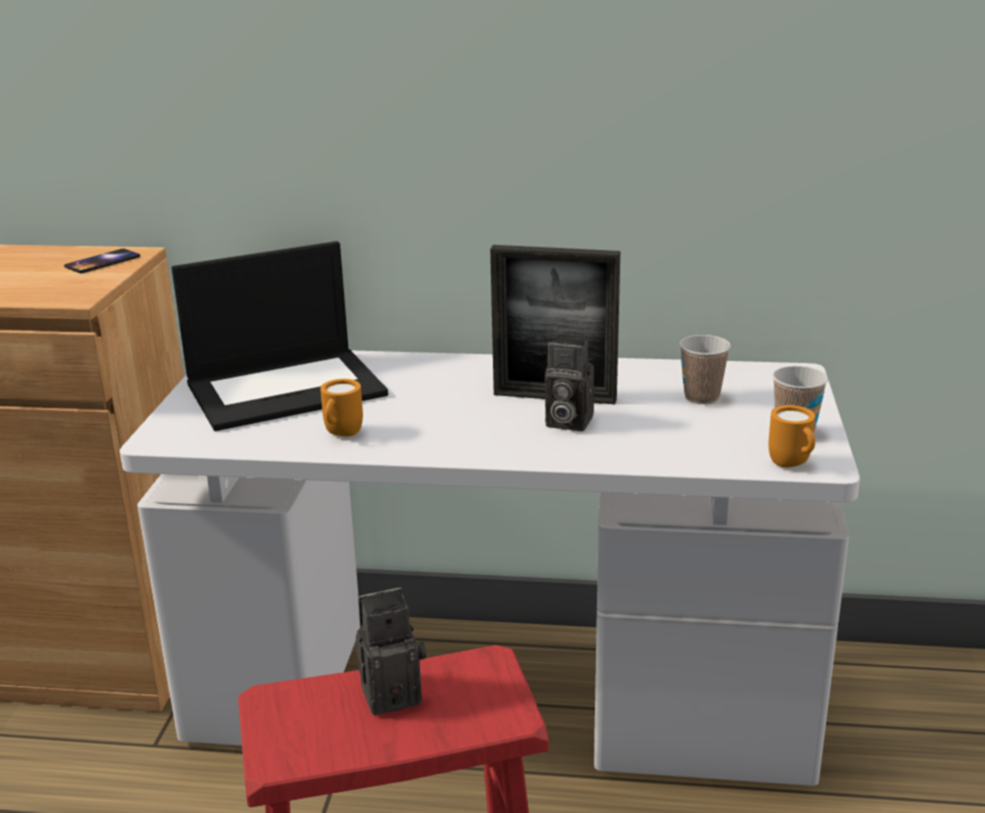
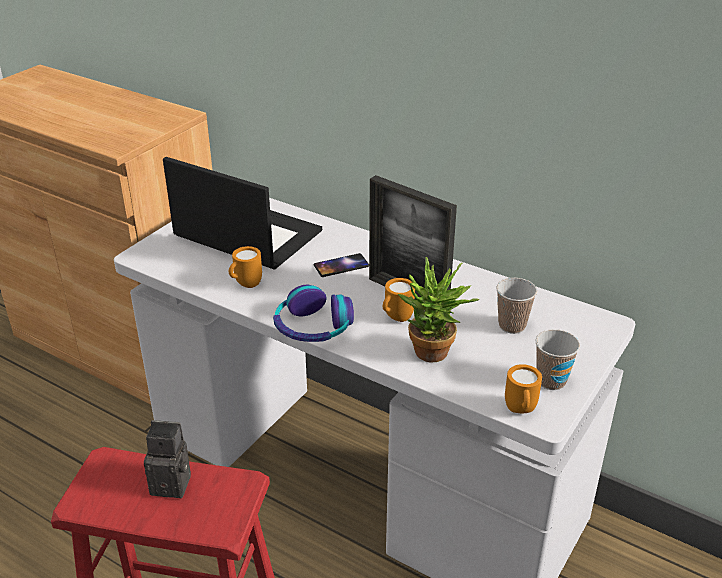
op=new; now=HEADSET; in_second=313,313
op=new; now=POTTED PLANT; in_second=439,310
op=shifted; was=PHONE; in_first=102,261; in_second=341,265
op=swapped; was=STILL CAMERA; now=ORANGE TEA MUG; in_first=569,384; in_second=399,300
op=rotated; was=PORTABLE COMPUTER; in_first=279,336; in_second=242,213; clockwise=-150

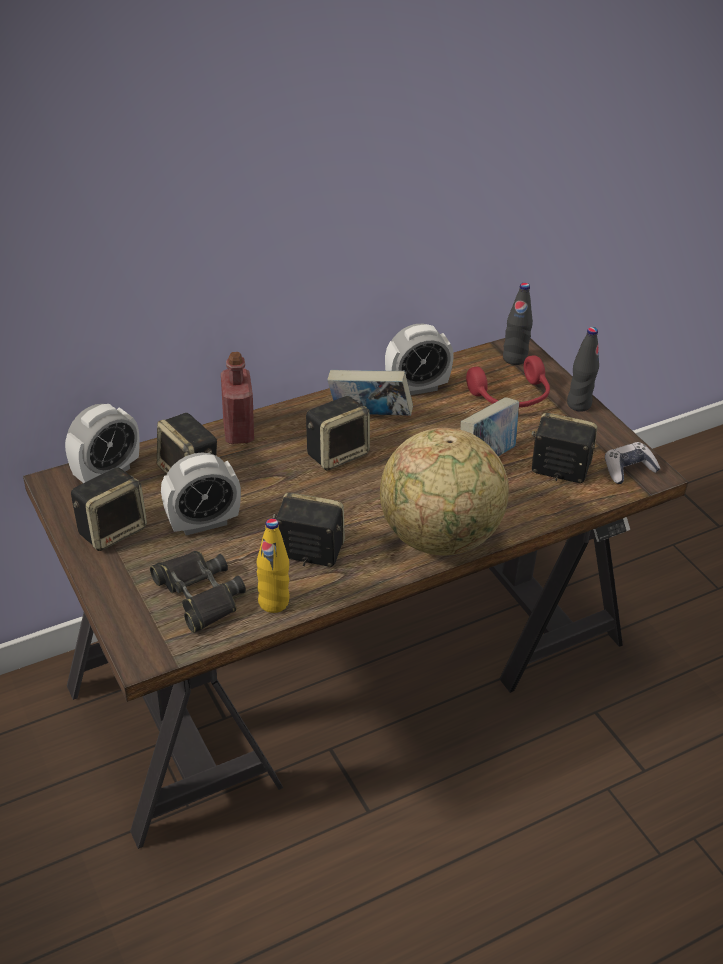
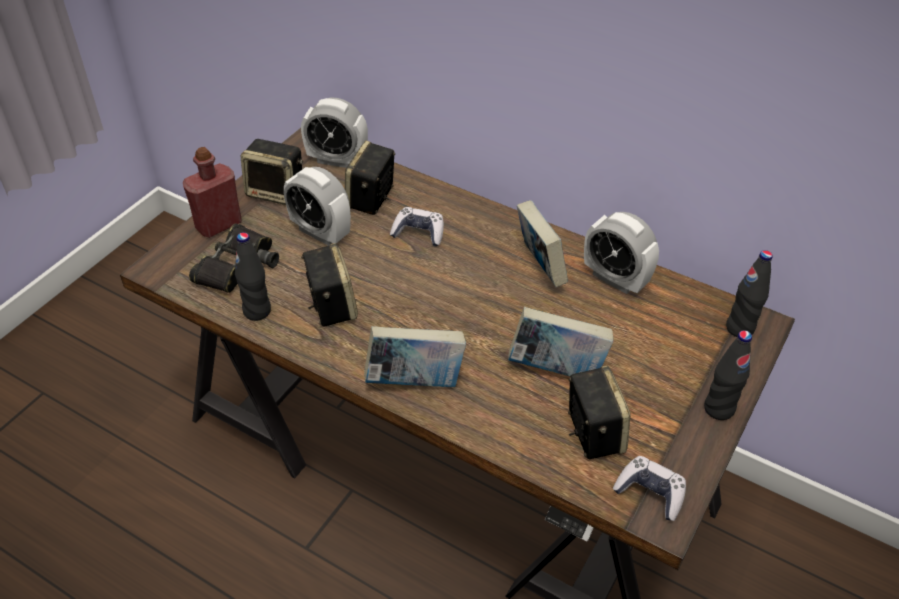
op=gone; was=AUDIO SPEAKER; in_first=338,433
op=gone; was=REDDISH HEADSET; in_first=508,381
op=new; now=GAME CONTROLLER; in_second=417,226
op=shifted; was=REDDISH BOTTLE; in_first=237,398; in_second=212,192
op=swapped; was=GLOBE; now=BOUND BOOK; in_first=444,492; in_second=415,356
op=repainted; was=YELLOW BOTTLE; now=BLACKISH BOTTLE; in_first=273,565; in_second=253,276

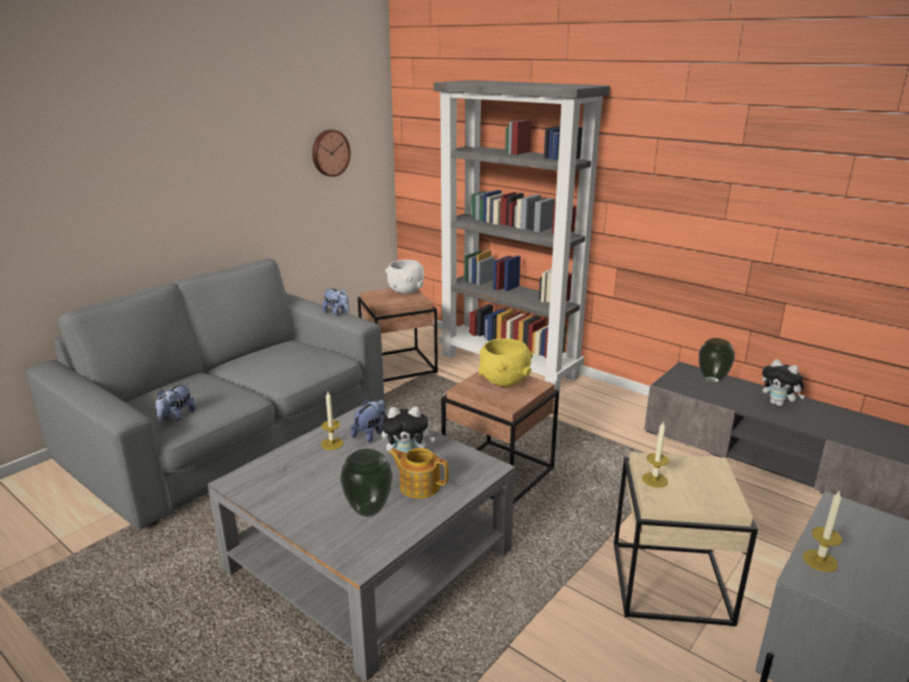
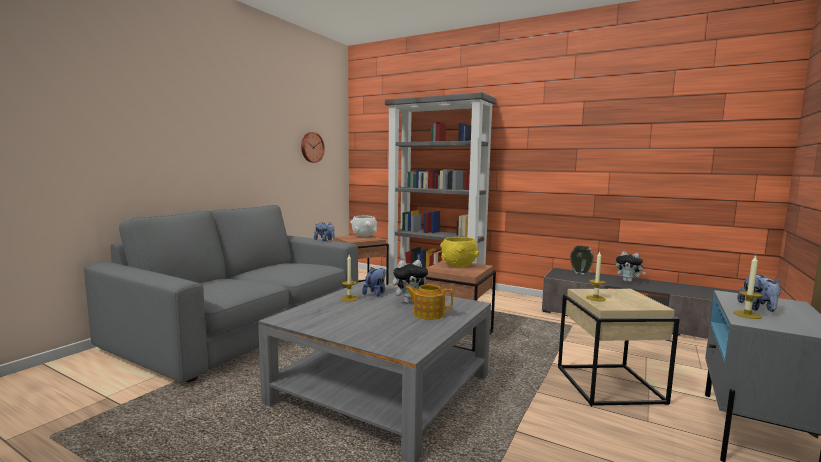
op=gone; was=DECORATIVE VASE; in_first=366,483
op=shifted; was=CUDDLY TOY; in_first=175,403; in_second=759,293

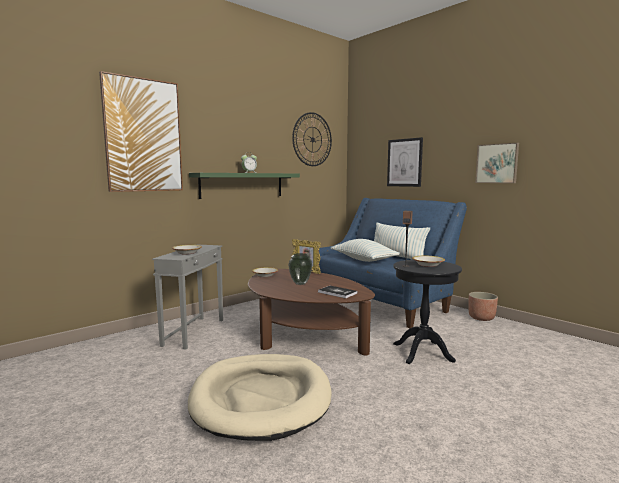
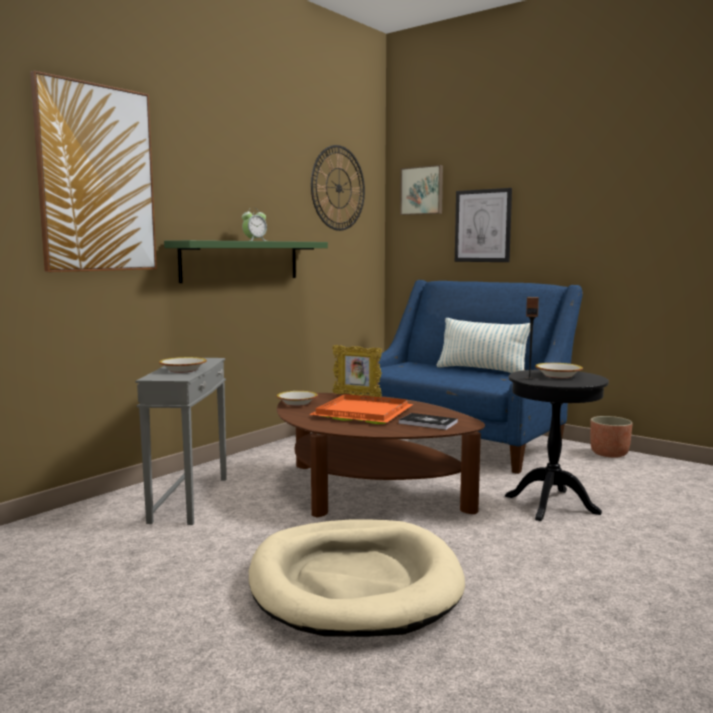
op=gone; was=CUSHION; in_first=365,250
op=shifted; was=PICTURE; in_first=497,163; in_second=421,190
op=swapped; was=DECORATIVE VASE; now=ORANGE TRAY; in_first=300,269; in_second=361,409

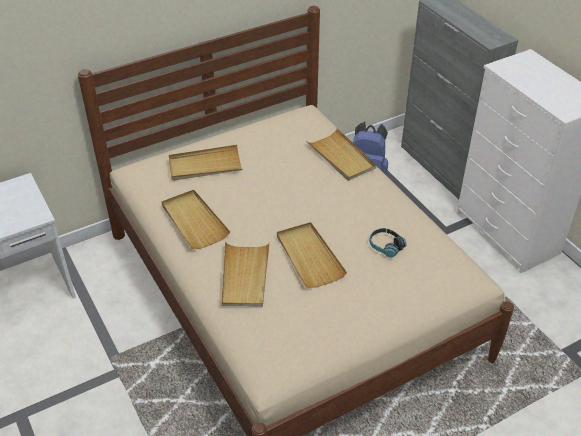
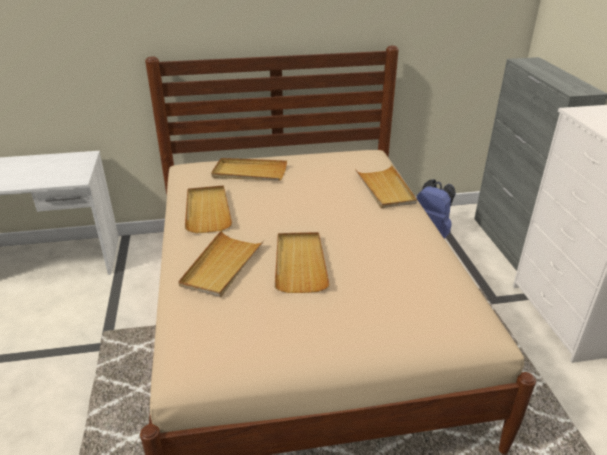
op=gone; was=HEADSET; in_first=388,243

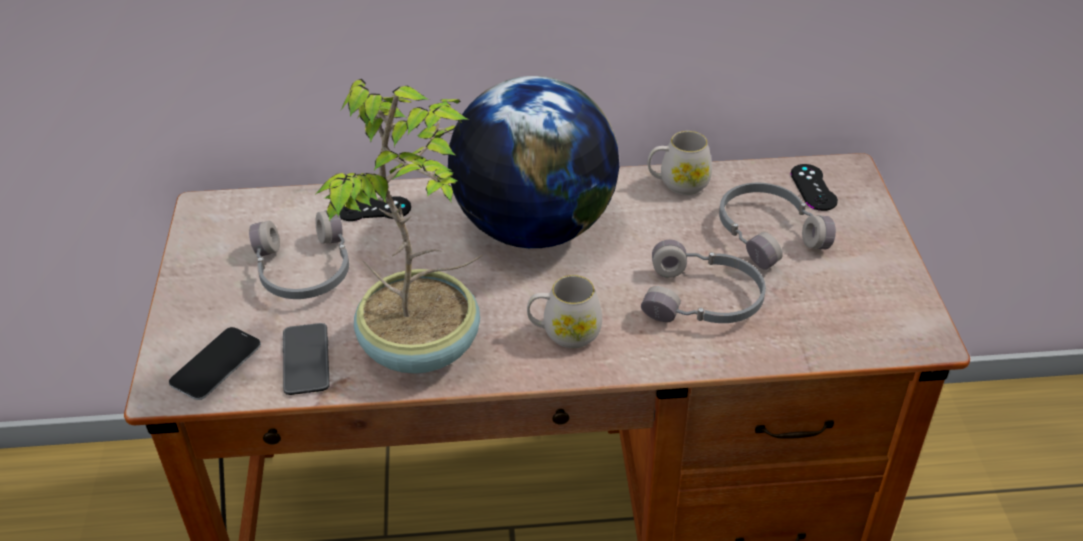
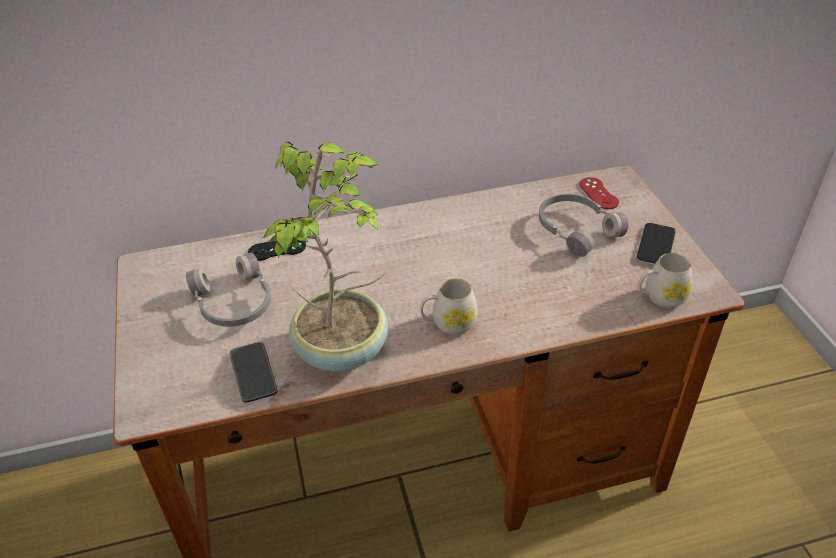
op=gone; was=GLOBE; in_first=533,162
op=gone; was=GRAY HEADSET; in_first=703,281
op=shifted; was=PHONE; in_first=215,363; in_second=656,244
op=shifted; was=WHITE TEA MUG; in_first=680,163; in_second=665,280
op=repainted; was=BLACKISH GAME CONTROLLER; now=REDDISH GAME CONTROLLER; in_first=814,187; in_second=599,193

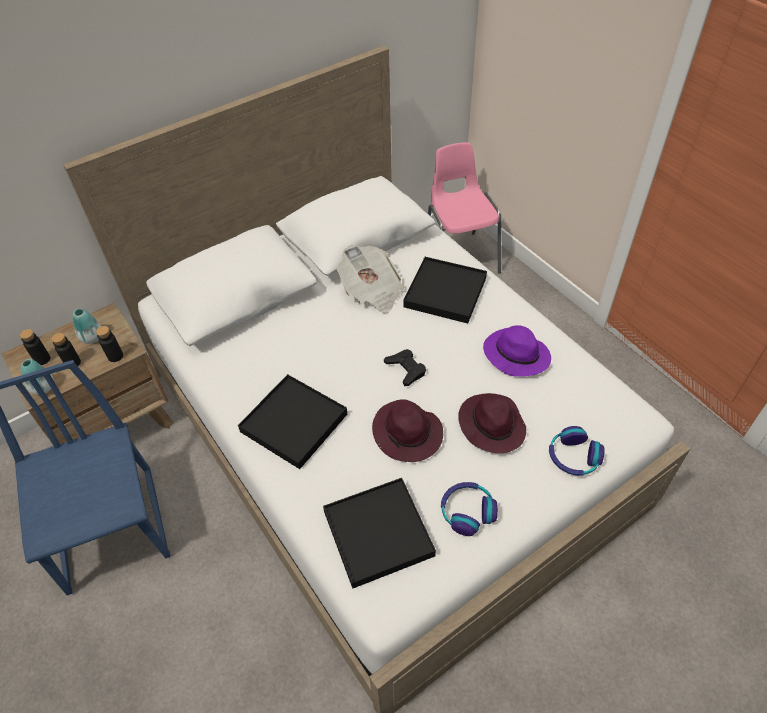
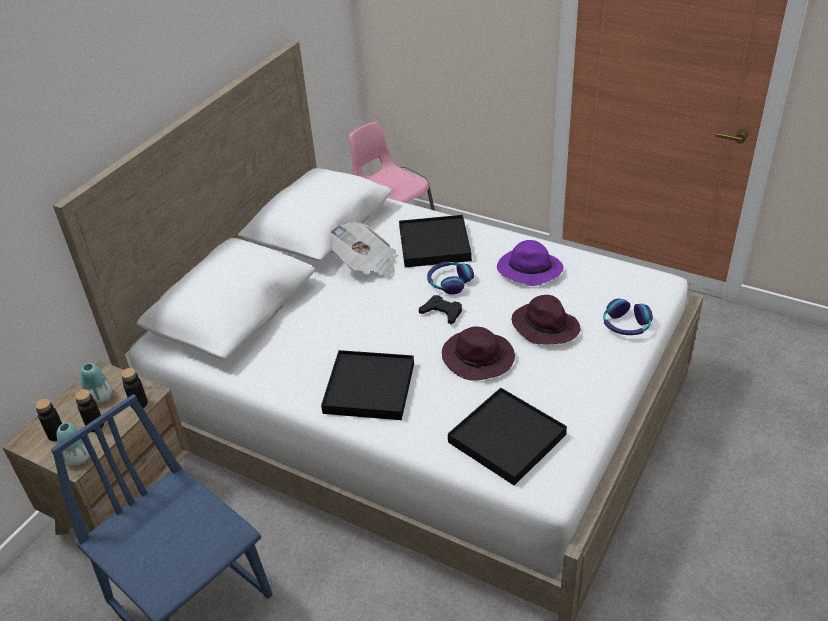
op=shifted; was=HEADSET; in_first=469,509; in_second=450,278

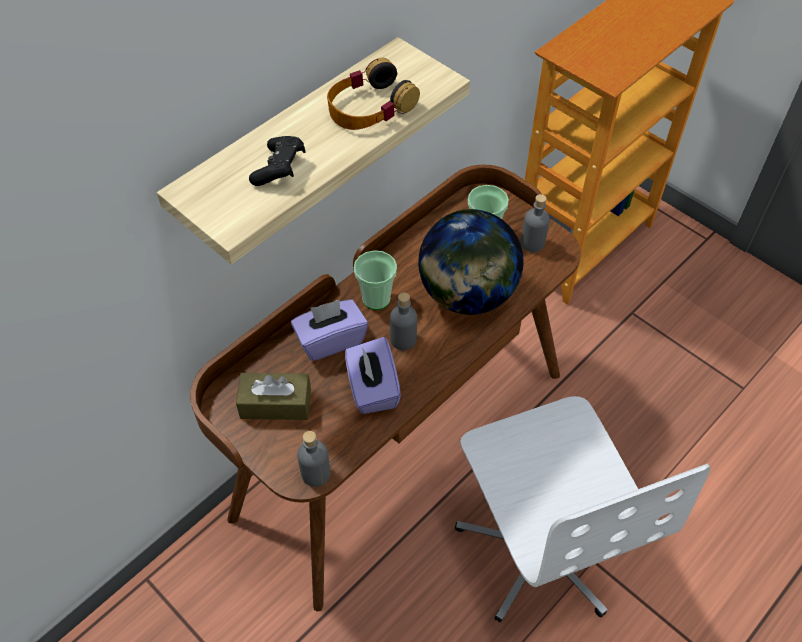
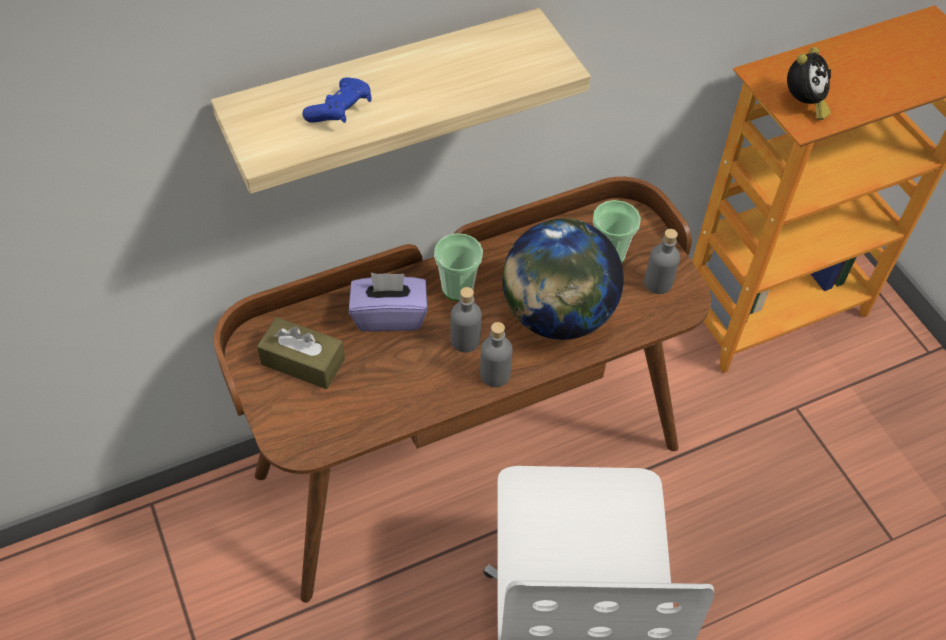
op=gone; was=HEADSET; in_first=373,94
op=gone; was=PURPLE-COLOURED TISSUE HOLDER; in_first=373,375
op=new; now=BEDSIDE CLOCK; in_second=809,83
op=shifted; was=GRAY BOTTLE; in_first=313,459; in_second=496,354
op=repainted; was=BLACKISH GAME CONTROLLER; now=BLUE-COLOURED GAME CONTROLLER; in_first=277,161; in_second=336,100

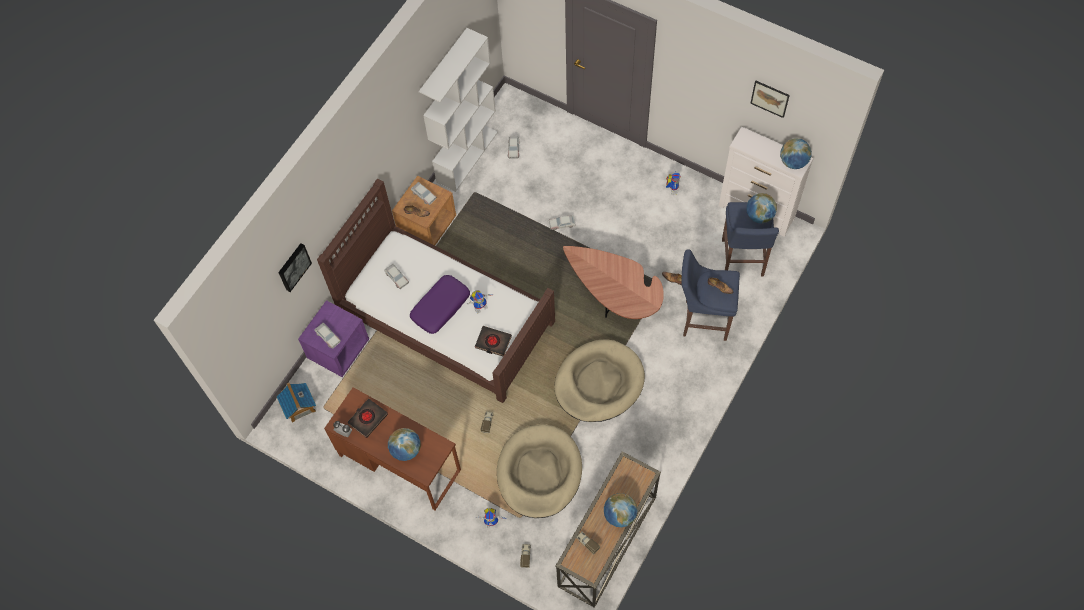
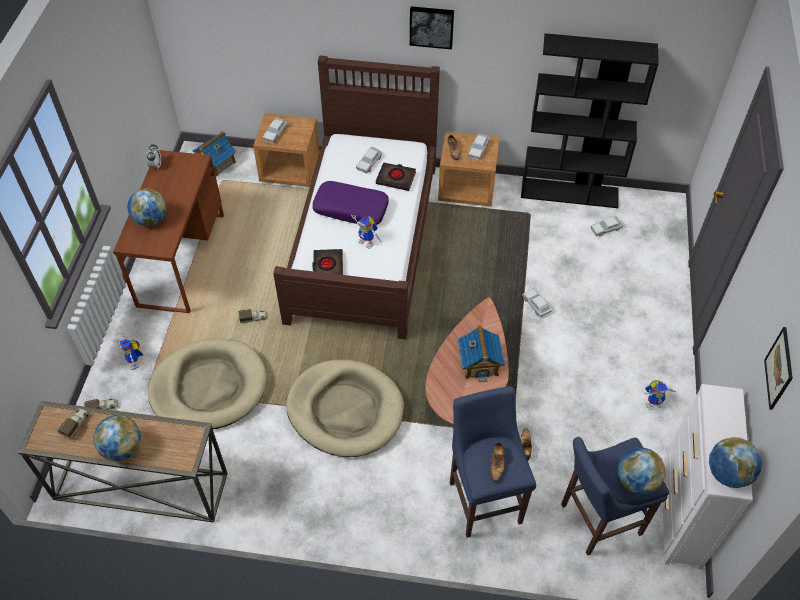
op=new; now=TOY HOUSE; in_second=481,353
op=shifted; was=PICTURE; in_first=295,267; in_second=432,27
op=shifted; was=BLACKISH BOUND BOOK; in_first=367,418; in_second=396,176
op=repainted; was=PURPLE-COLOURED NIGHT TABLE; now=BROWN-COLOURED NIGHT TABLE; in_first=333,338; in_second=286,150
op=repainted; was=WHITE BOOKSHELF; now=BLACKISH BOOKSHELF; in_first=458,110; in_second=590,120

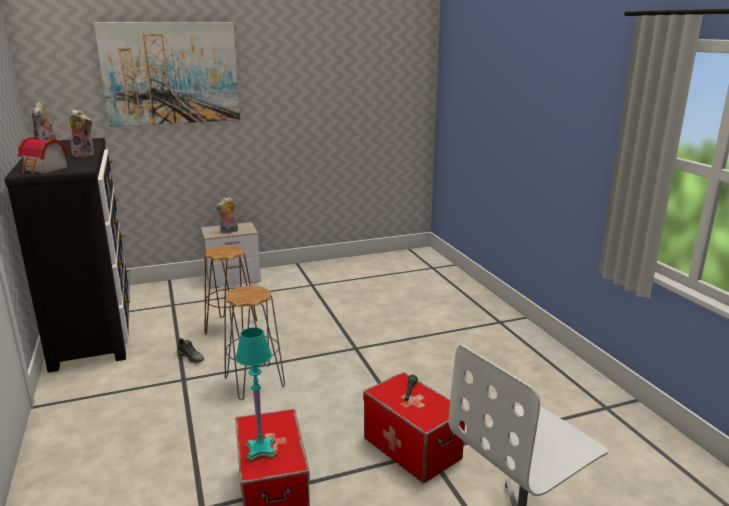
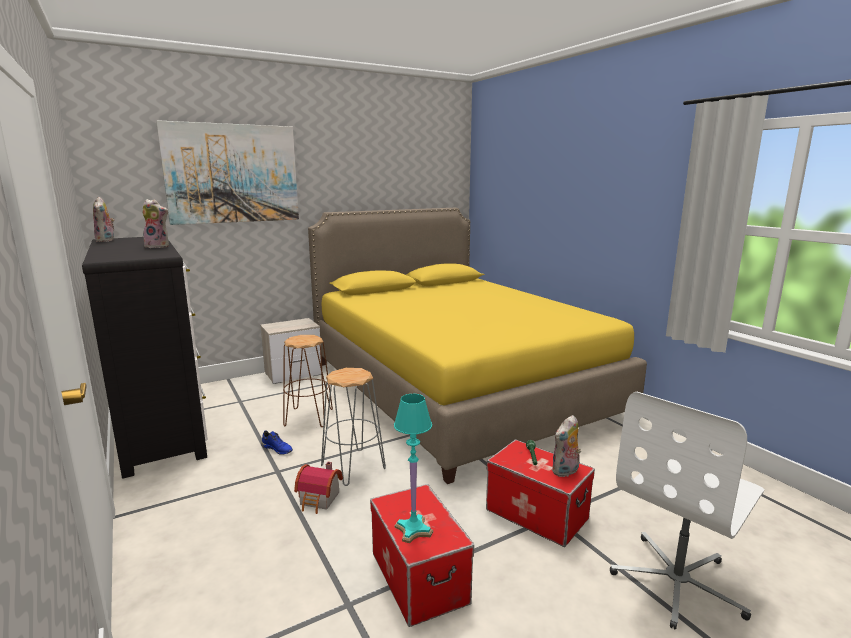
op=new; now=YELLOW BEDROOM BED; in_second=477,346
op=shifted; was=TOY HOUSE; in_first=43,155; in_second=318,488
op=shifted; was=CUDDLY TOY; in_first=226,215; in_second=566,446
op=repainted; was=GRAY ITEM OF FOOTWEAR; now=BLUE-COLOURED ITEM OF FOOTWEAR; in_first=190,350; in_second=277,443

